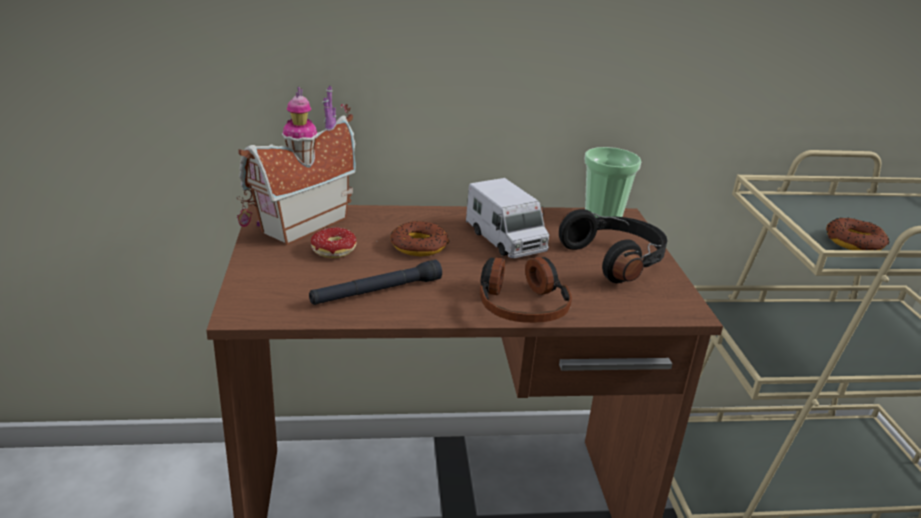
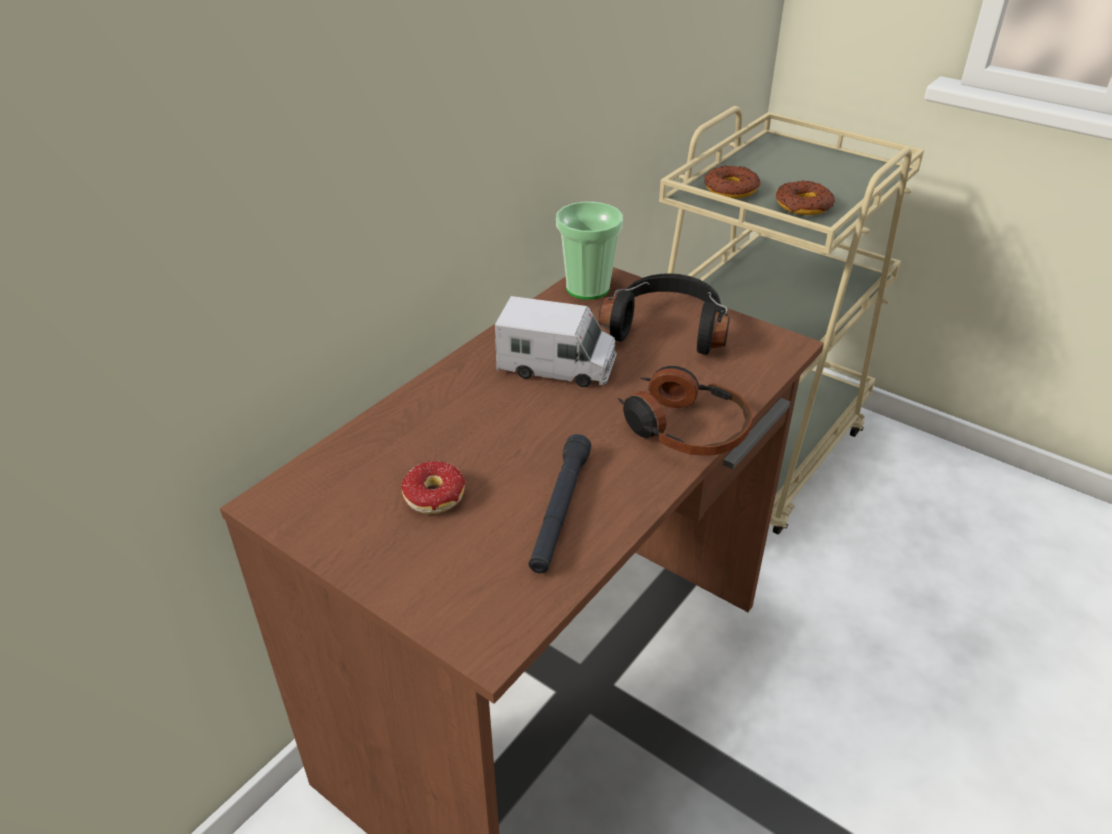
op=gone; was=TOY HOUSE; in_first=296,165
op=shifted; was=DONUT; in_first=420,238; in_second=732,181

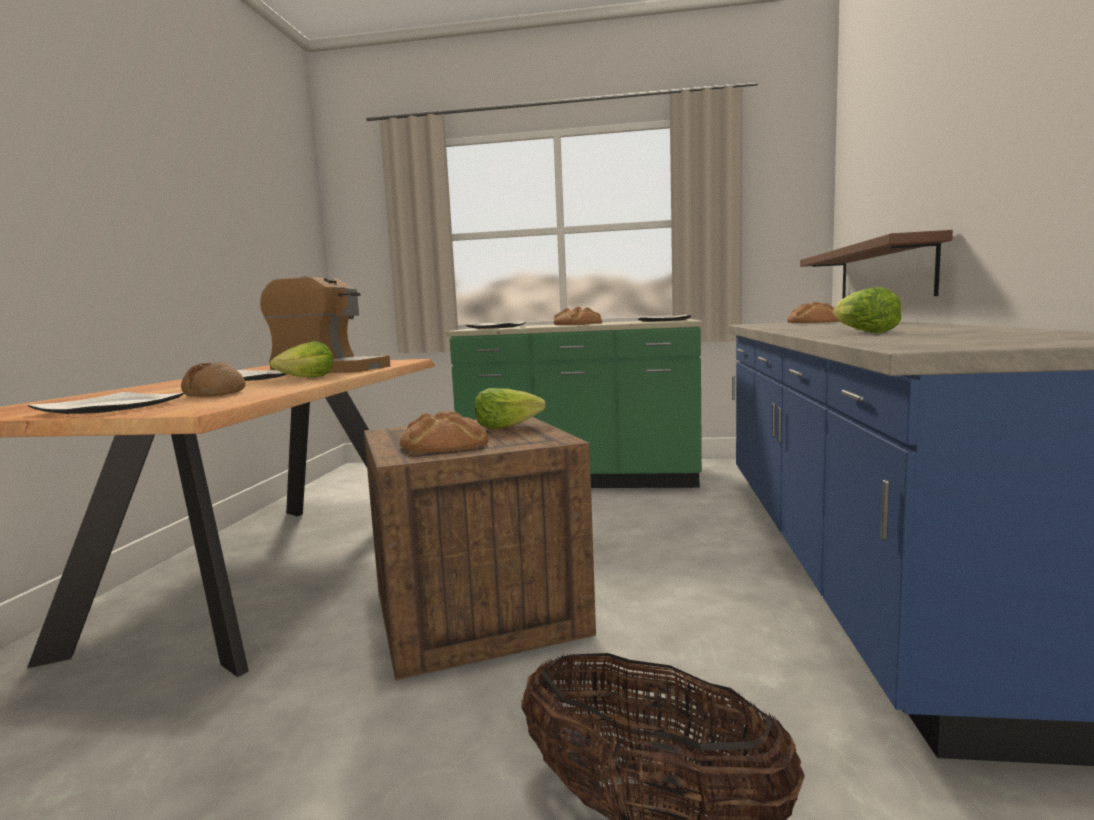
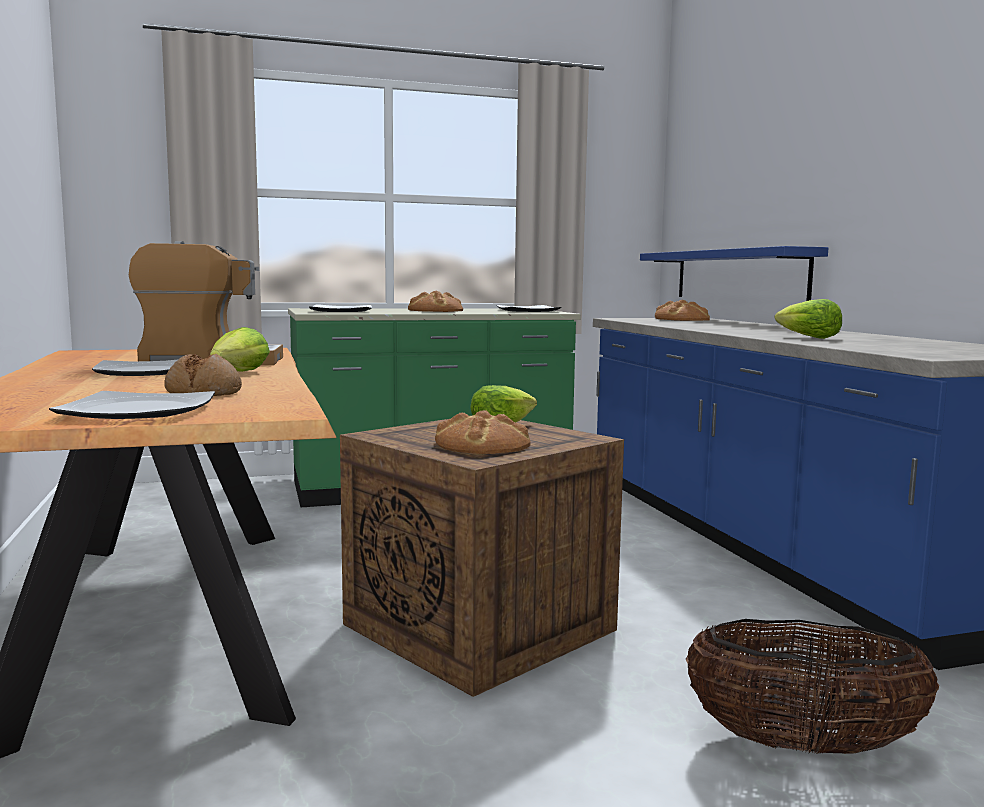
op=repainted; was=BROWN-COLOURED SHELF; now=BLUE-COLOURED SHELF; in_first=876,264; in_second=734,273

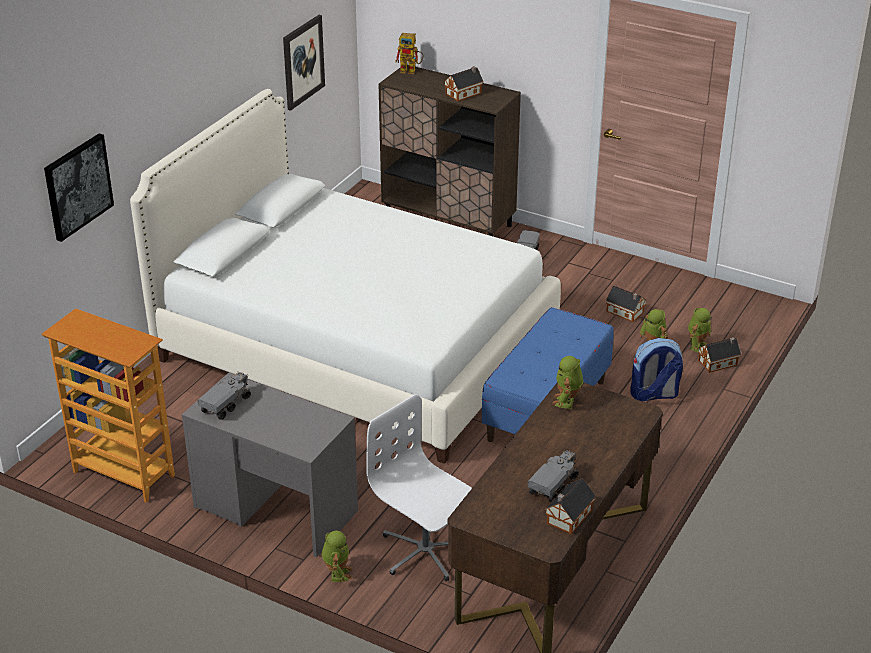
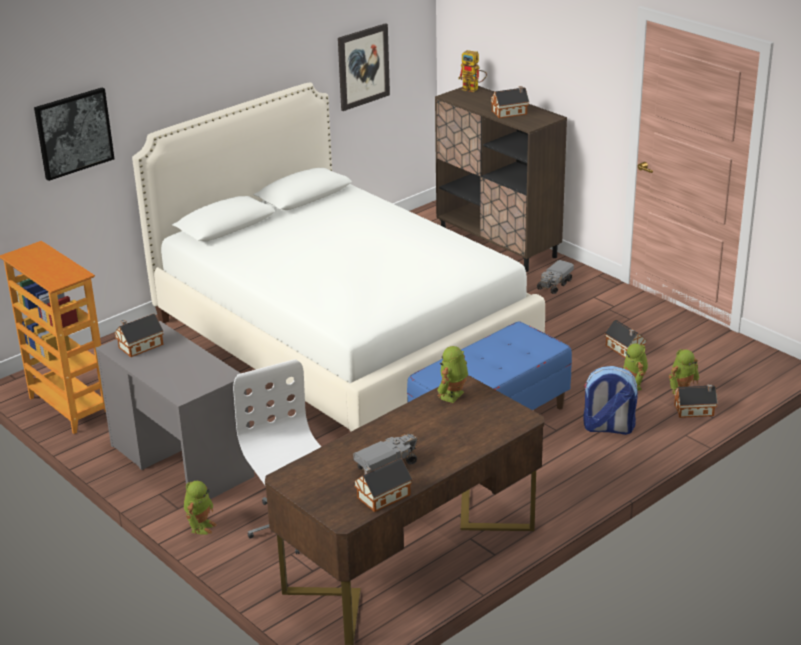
op=swapped; was=TOY TRUCK; now=TOY HOUSE; in_first=224,396; in_second=138,335

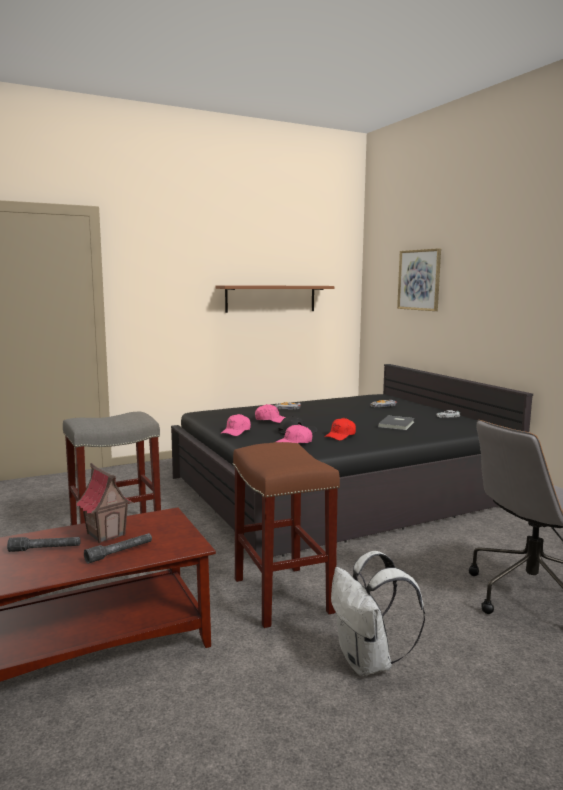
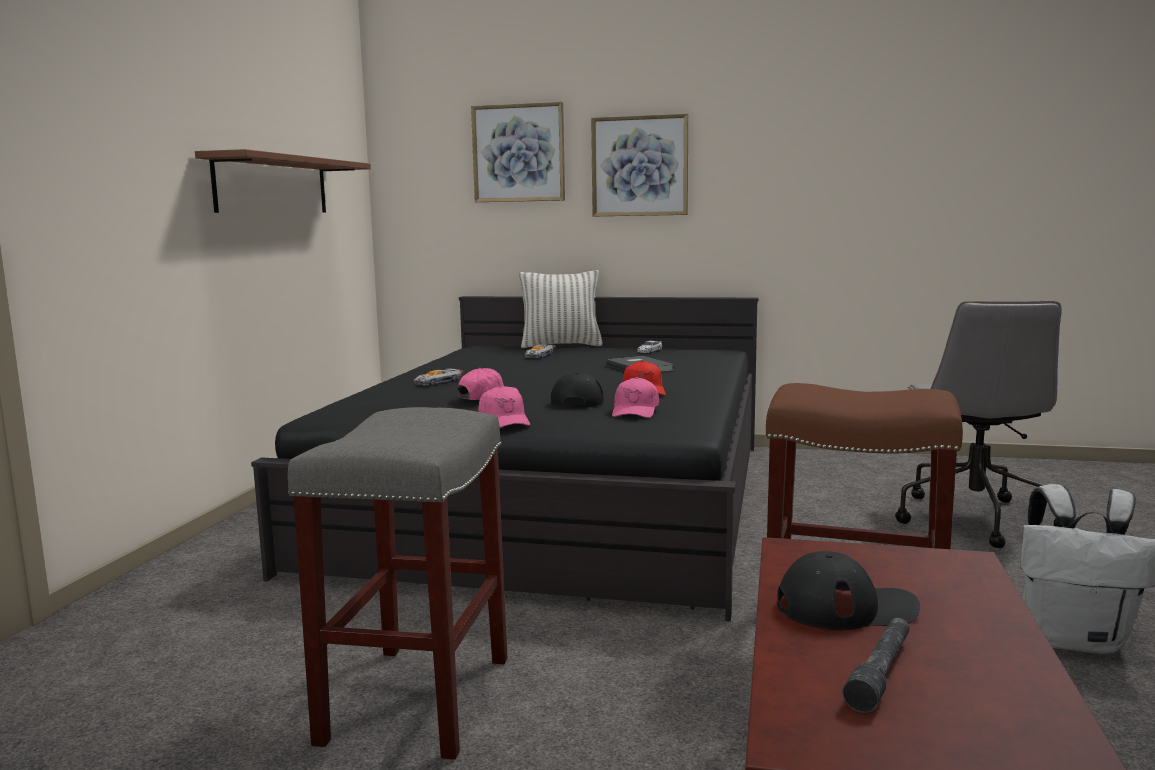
op=gone; was=GRAY FLASHLIGHT; in_first=118,548
op=new; now=CUSHION; in_second=561,309
op=new; now=PICTURE; in_second=639,165
op=swapped; was=TOY HOUSE; now=BLACKISH CAP; in_first=104,503; in_second=848,590

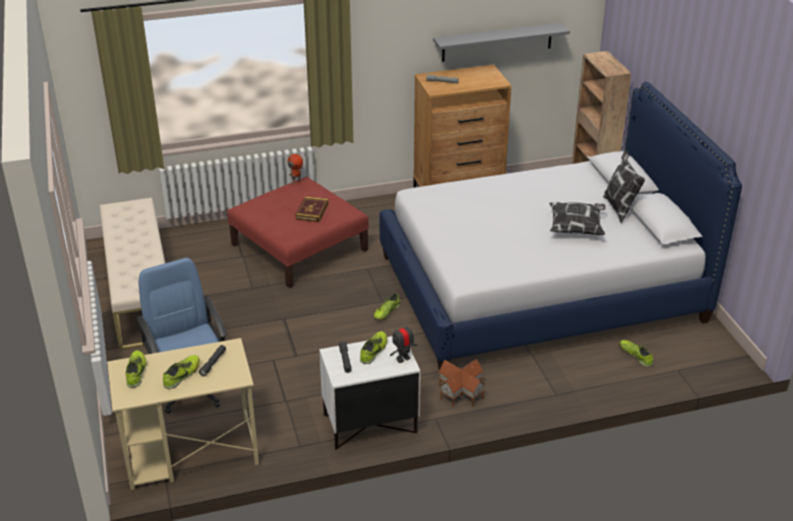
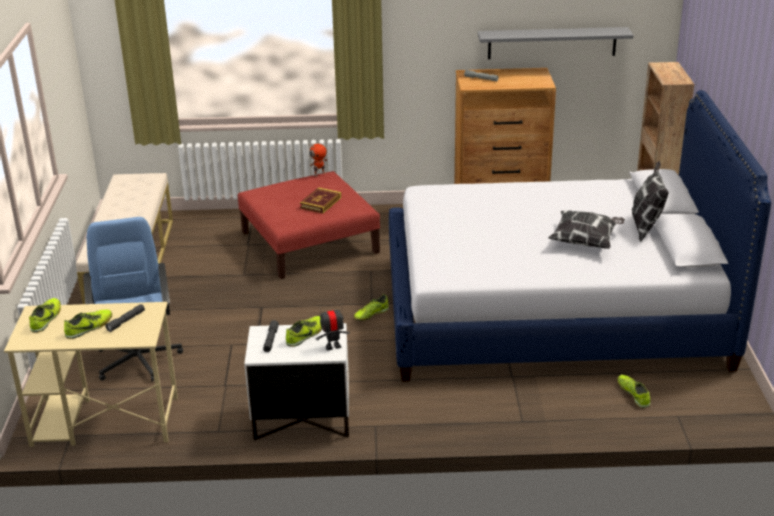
op=gone; was=TOY HOUSE; in_first=462,383

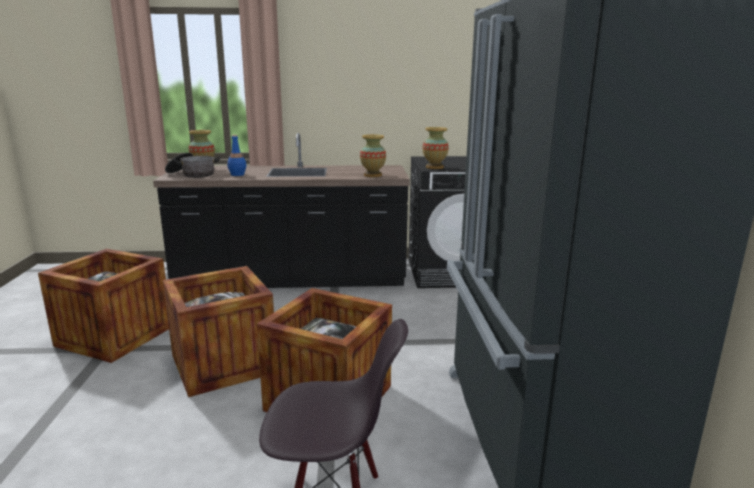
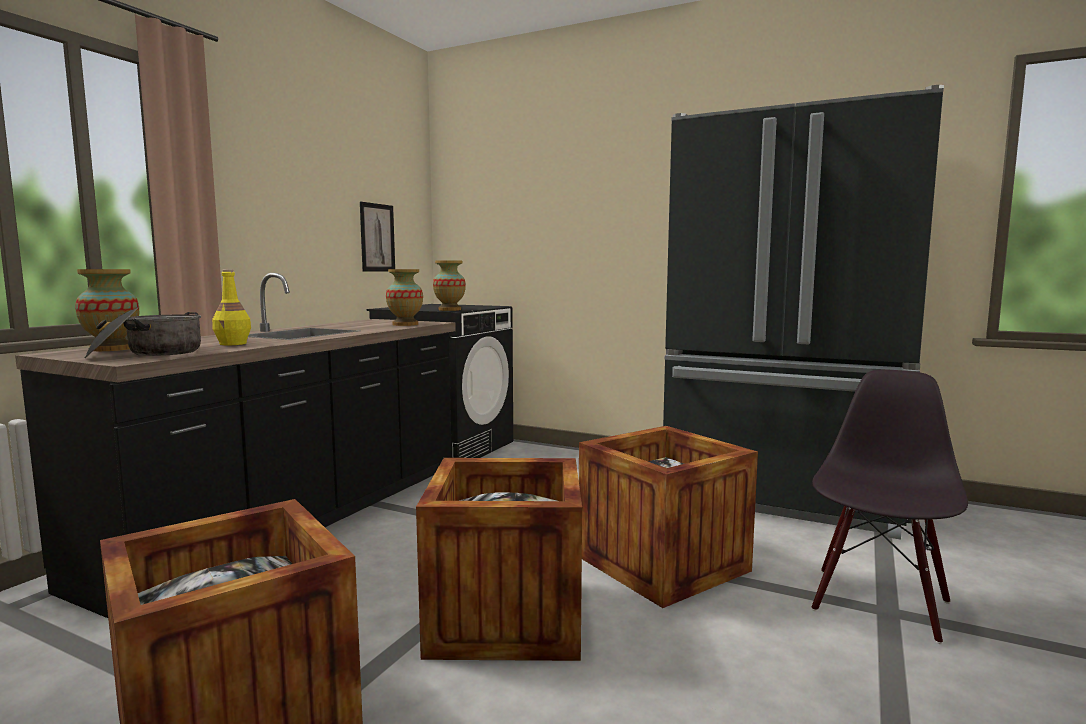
op=new; now=PICTURE; in_second=377,237
op=repainted; was=BLUE-COLOURED BOTTLE; now=YELLOW BOTTLE; in_first=237,155; in_second=231,307

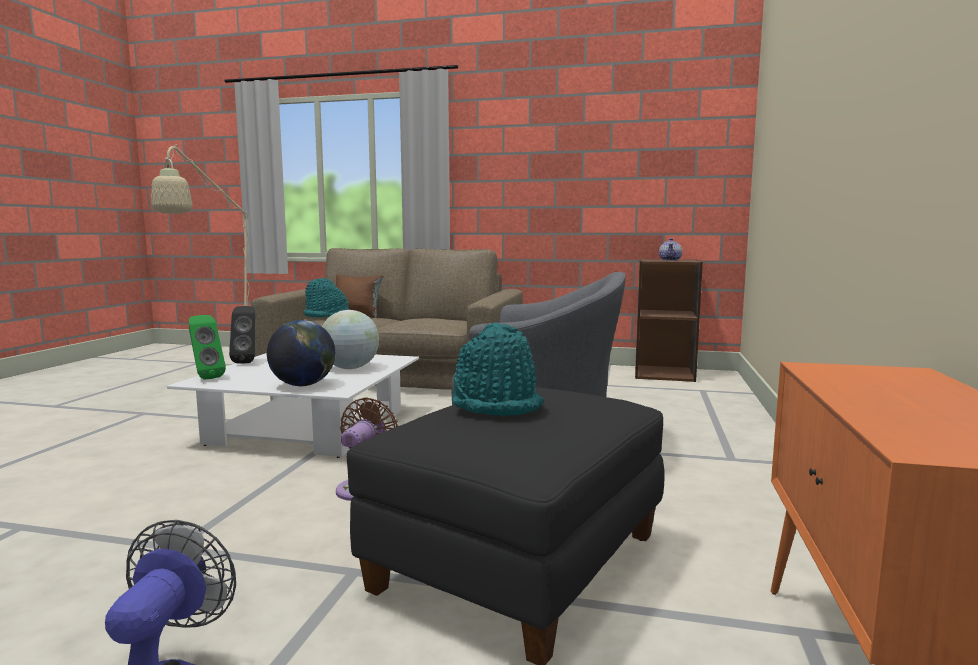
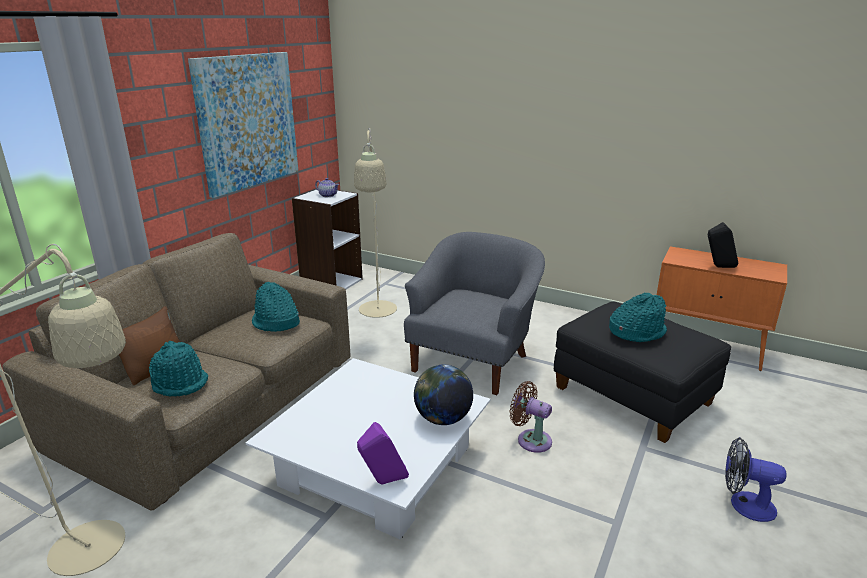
op=gone; was=GLOBE; in_first=350,339
op=new; now=PICTURE; in_second=243,125
op=new; now=TURQUOISE HAT; in_second=276,307
op=new; now=SAND-COLOURED STANDING LAMP; in_second=375,223
op=shifted; was=BLACKISH AUDIO SPEAKER; in_first=242,335; in_second=723,245
op=repainted; was=GREEN-COLOURED AUDIO SPEAKER; now=PURPLE-COLOURED AUDIO SPEAKER; in_first=207,347; in_second=383,453
op=repainted; was=BROWN-COLOURED BOOKSHELF; now=WHITE BOOKSHELF; in_first=669,320; in_second=327,239

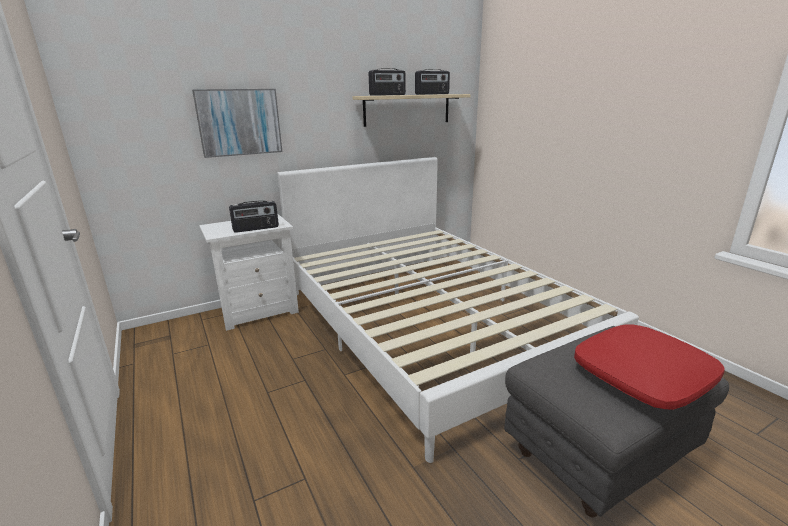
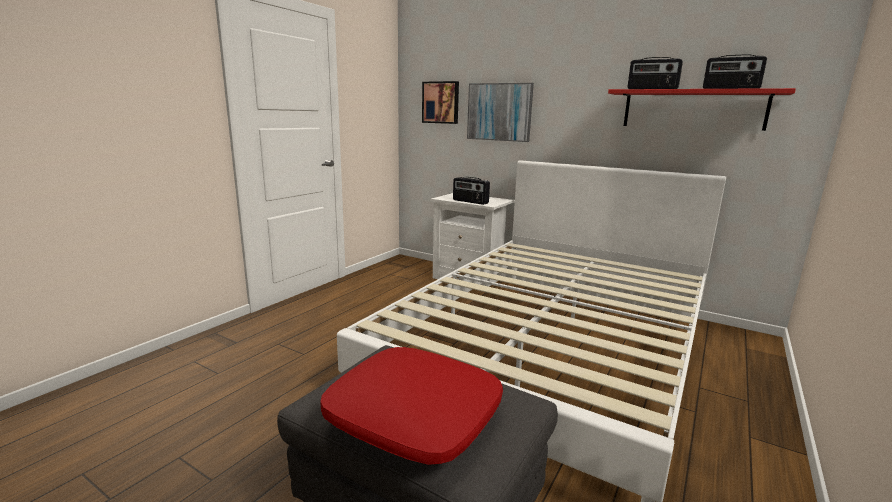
op=new; now=PICTURE; in_second=440,102
op=repainted; was=SAND-COLOURED SHELF; now=REDDISH SHELF; in_first=412,110; in_second=702,109

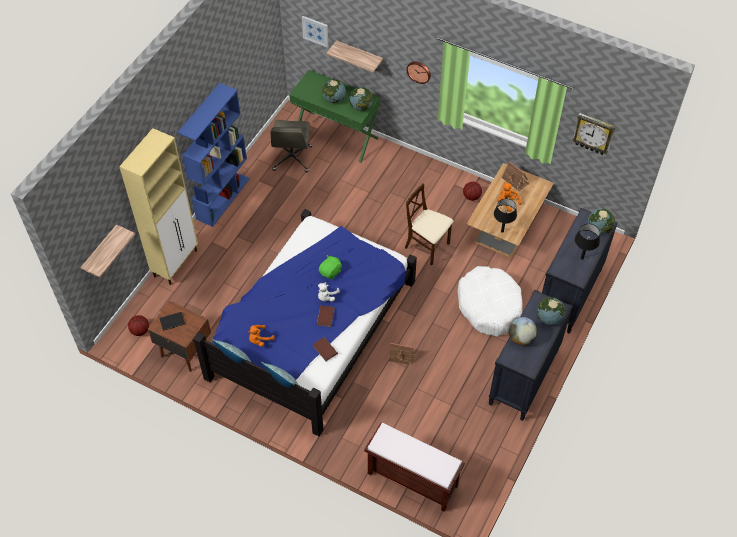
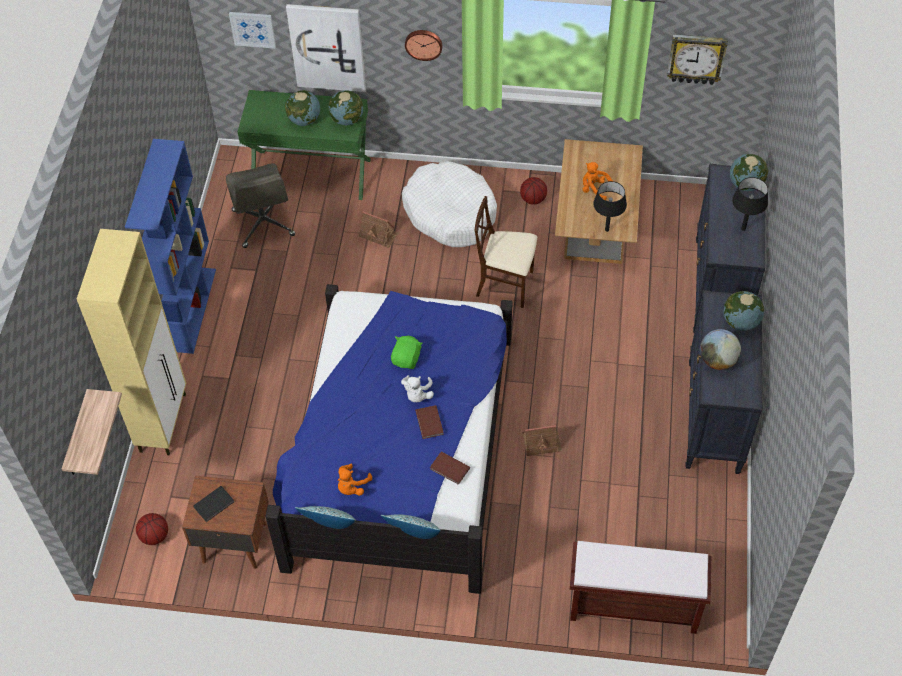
op=shifted; was=WHITE DOG BED; in_first=490,301; in_second=449,204
op=shifted; was=TOY HOUSE; in_first=515,176; in_second=378,229
op=swapped; was=SHELF; now=PICTURE; in_first=354,56; in_second=326,48

